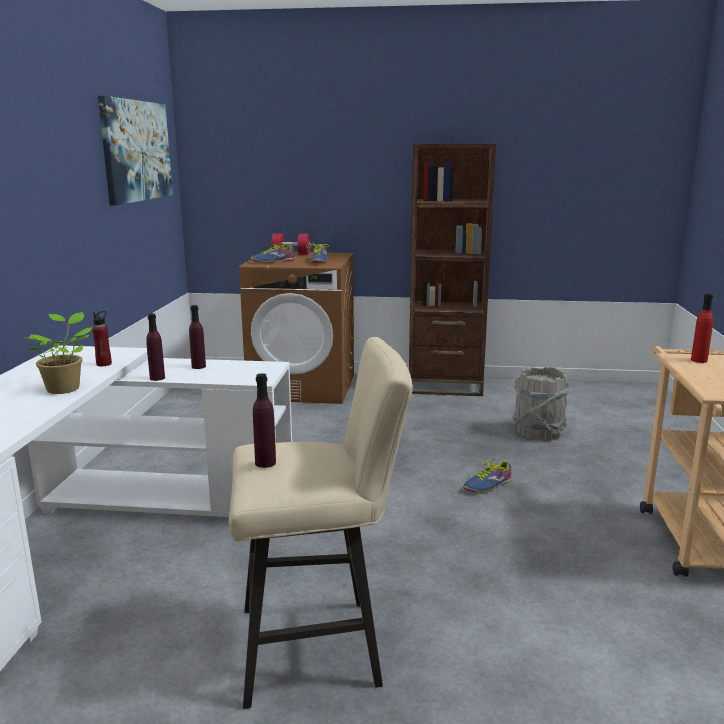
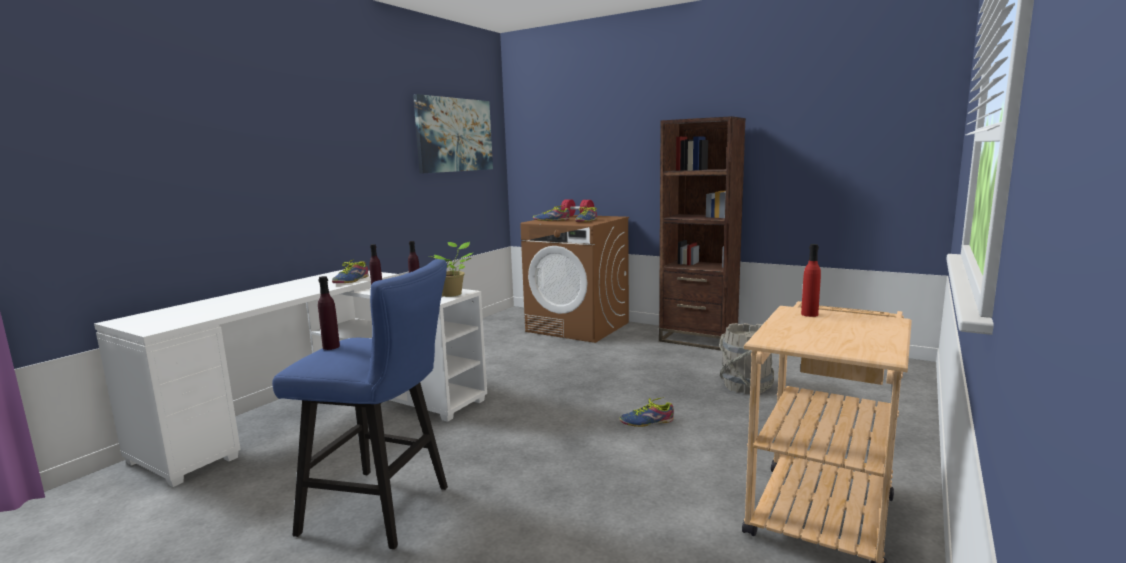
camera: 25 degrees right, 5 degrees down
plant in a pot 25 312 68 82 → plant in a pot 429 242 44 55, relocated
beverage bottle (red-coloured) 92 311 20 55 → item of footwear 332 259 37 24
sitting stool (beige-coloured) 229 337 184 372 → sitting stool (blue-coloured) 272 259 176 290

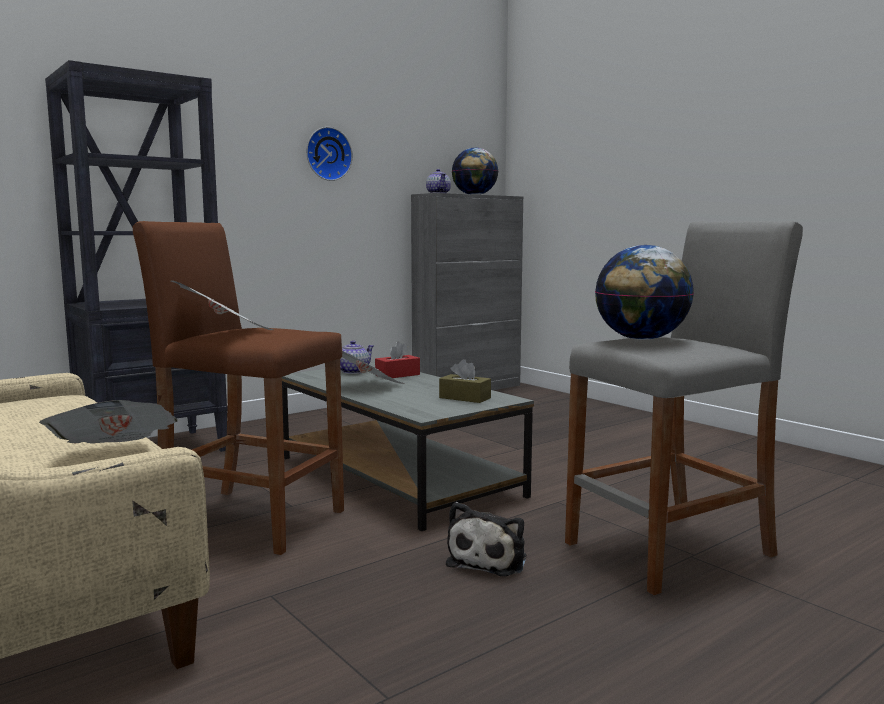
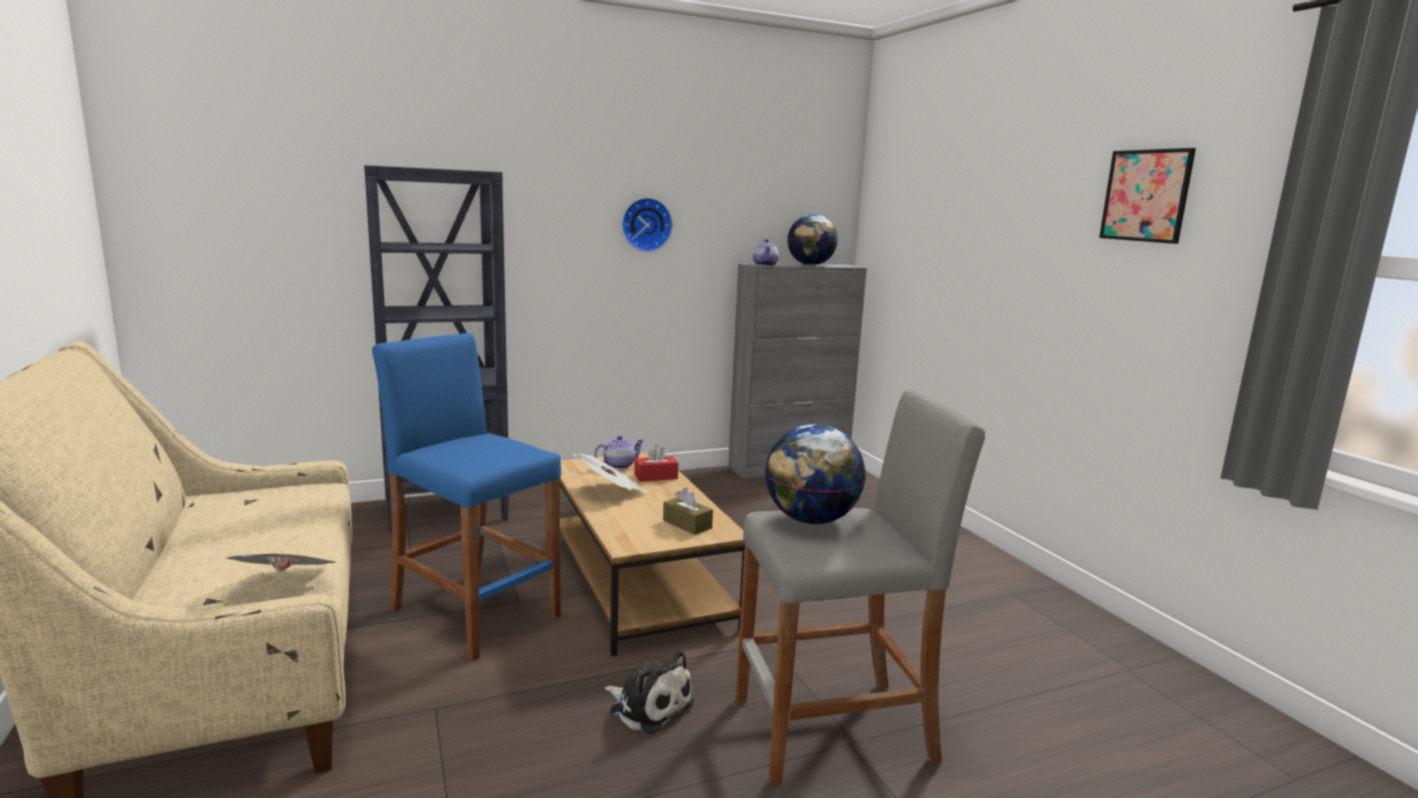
camera: 15 degrees right, 5 degrees up
sitting stool (brown-coloured) 133 221 211 334 → sitting stool (blue-coloured) 372 333 189 328
printed paper 171 281 103 49 → -
low table (greyish) 282 362 252 169 → low table (brown-coloured) 559 452 186 204
cuddly toy 446 502 80 74 → cuddly toy 604 650 90 84, 90 degrees counterclockwise
- → wall picture 1099 148 97 96

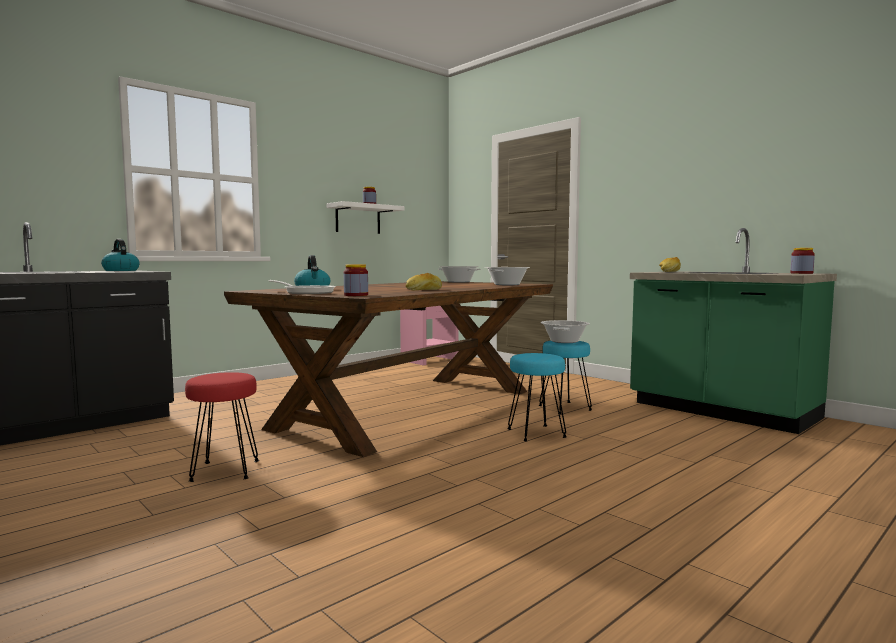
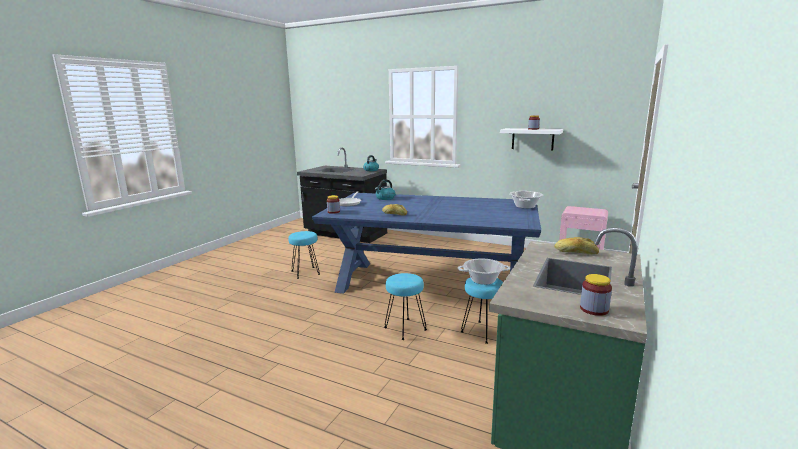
camera: 70 degrees right, 10 degrees up
sitting stool (red-coloured) 185 372 74 110 → sitting stool (blue-green) 288 231 32 48
dining table (brown-coloured) 224 281 329 176 → dining table (blue-coloured) 312 193 229 101
saucepot 485 267 45 18 → -

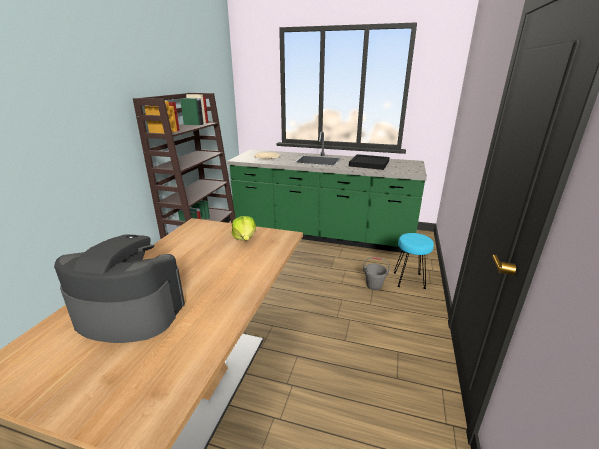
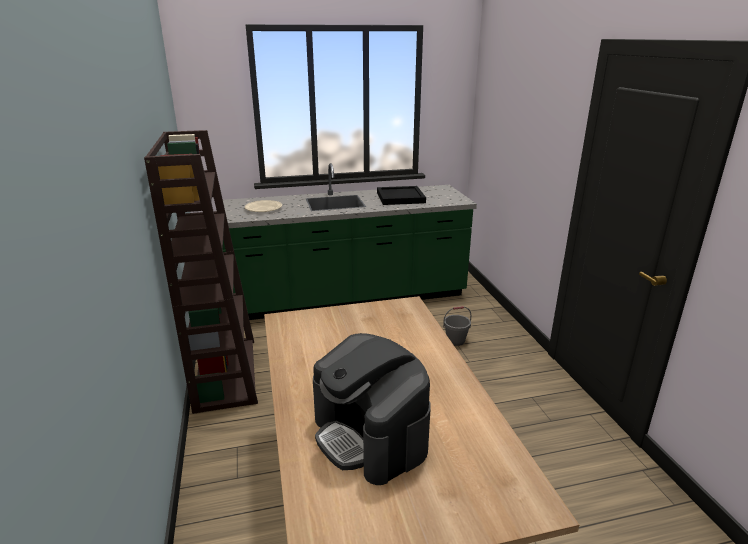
camera: 30 degrees left, 0 degrees up
coffee machine 54 235 131 108 → coffee machine 313 333 118 152, 105 degrees counterclockwise
lettuce 232 216 24 25 → -
sitting stool (blue-green) 394 233 40 56 → -

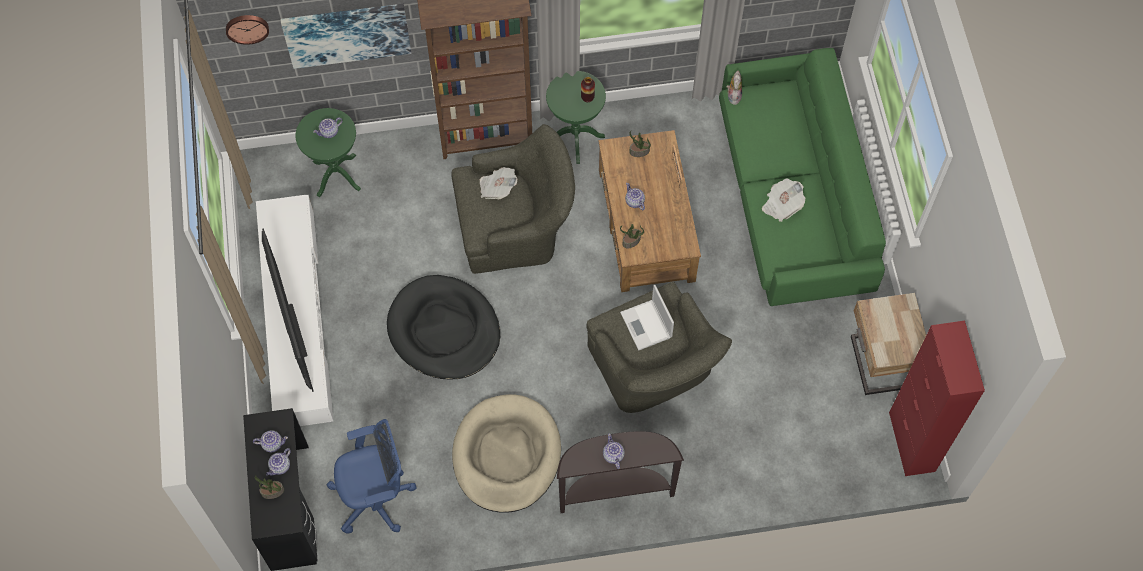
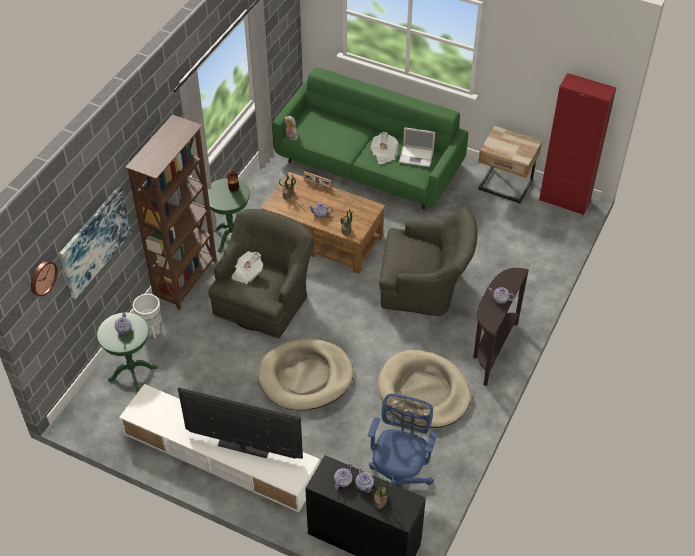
camera: 55 degrees left, 15 degrees down
dog cushion (blackish) 387 275 113 105 → dog cushion (beige-coloured) 257 339 96 71
portable computer 620 284 54 66 → portable computer 399 127 36 40, relocated
- → flower pot (whitish) 133 294 28 44

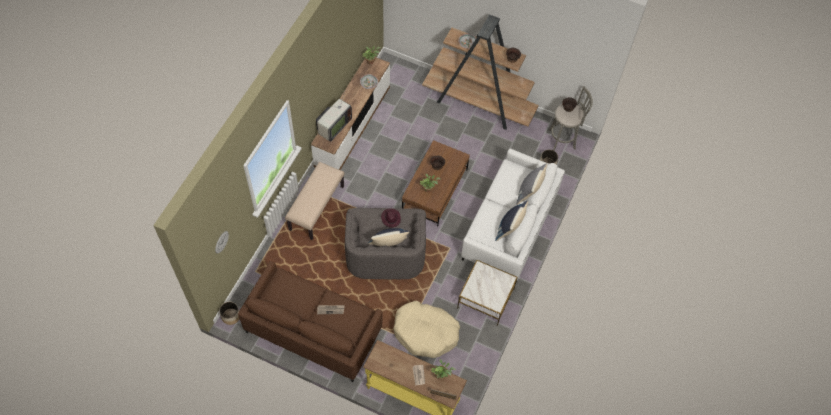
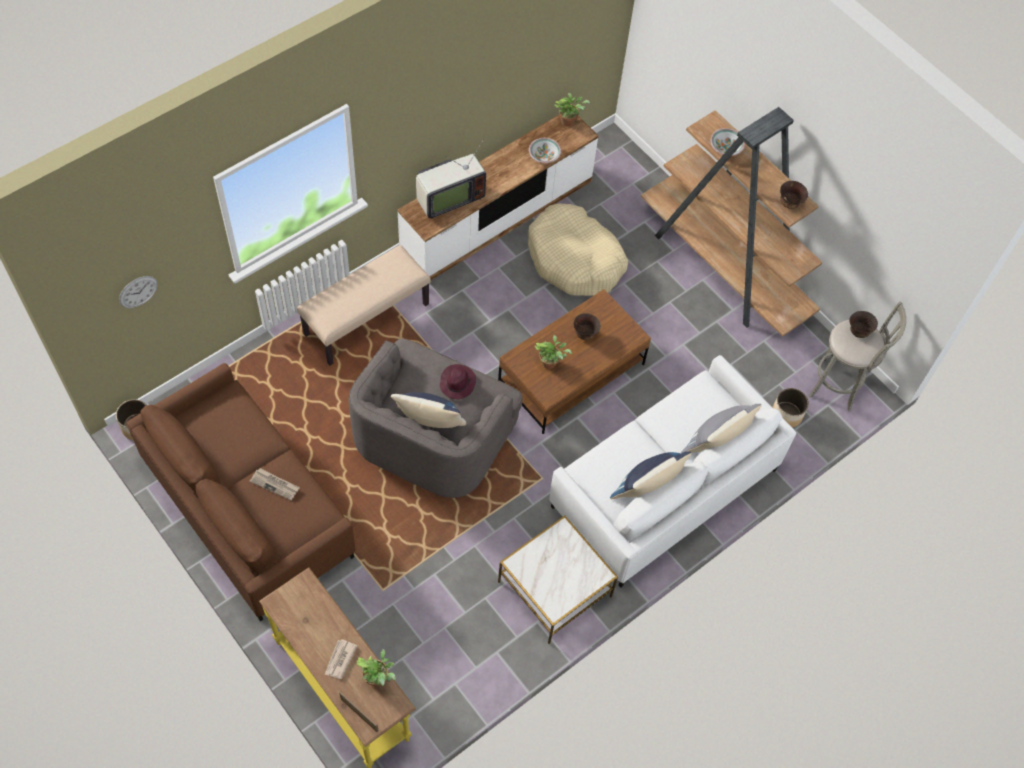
camera: 25 degrees right, 0 degrees up
dog cushion (beige-coloured) 394 301 66 57 → dog cushion (beige-coloured) 528 204 100 92, relocated

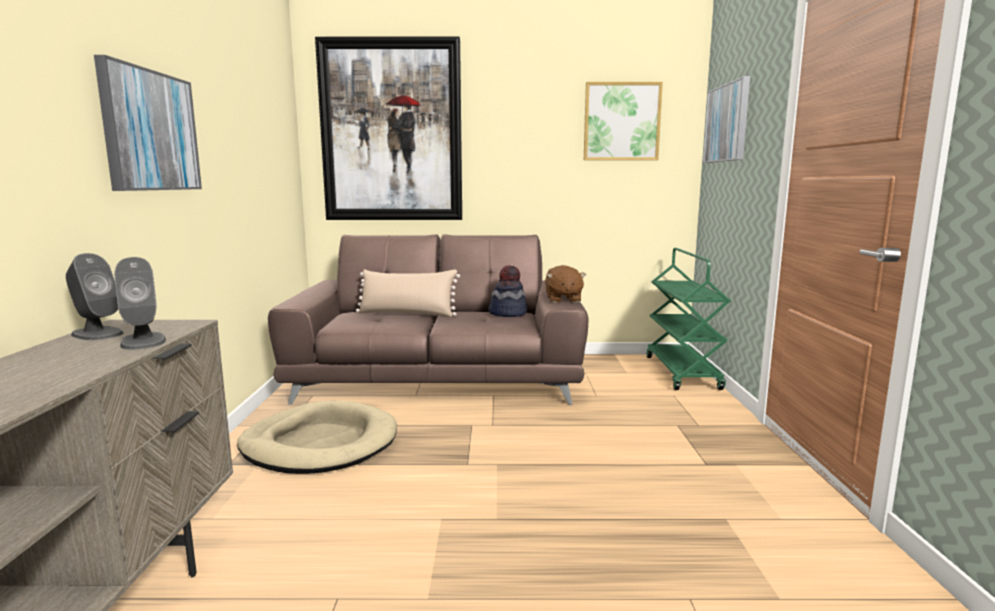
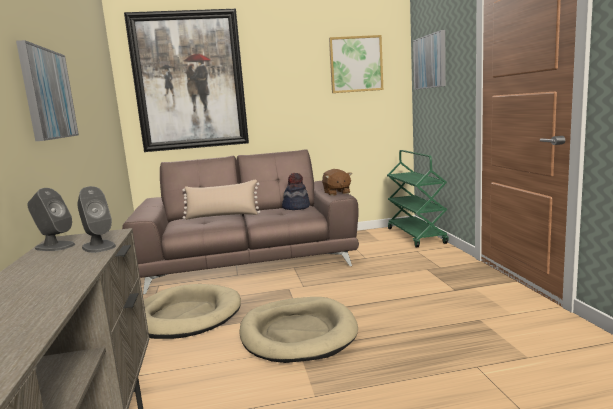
camera: 10 degrees left, 0 degrees up
- → dog cushion (beige-coloured) 239 297 119 66

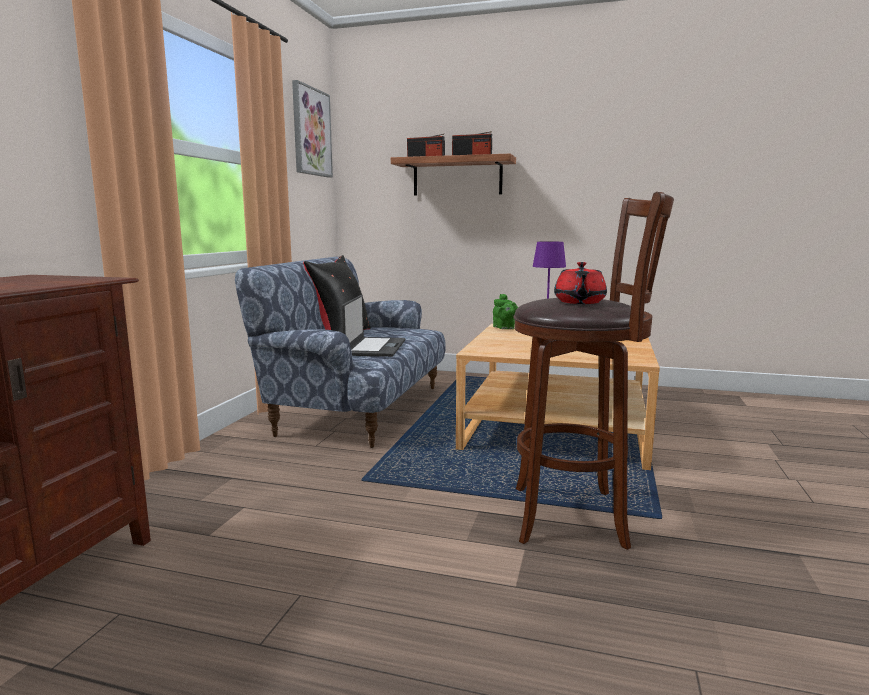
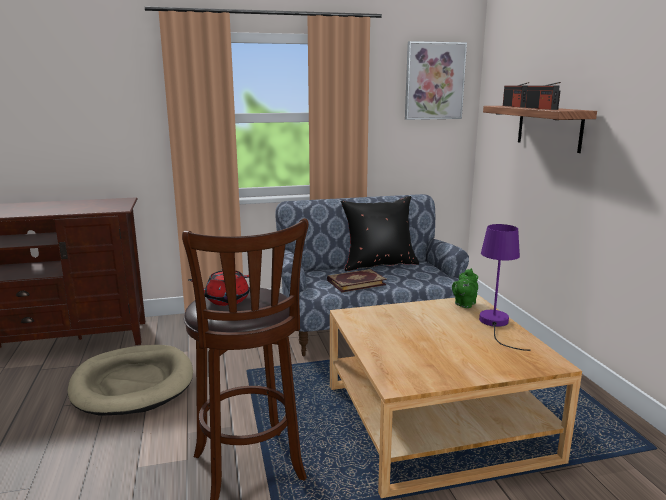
camera: 60 degrees right, 5 degrees up
portable computer 341 295 64 62 → book 327 269 60 23
- → dog cushion (beige-coloured) 68 345 125 71

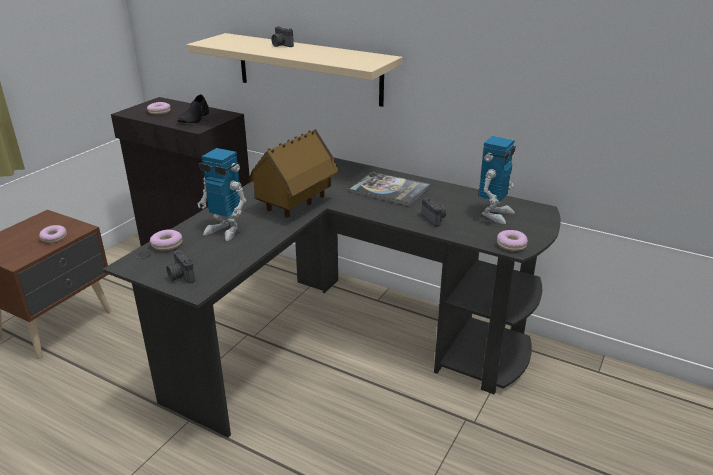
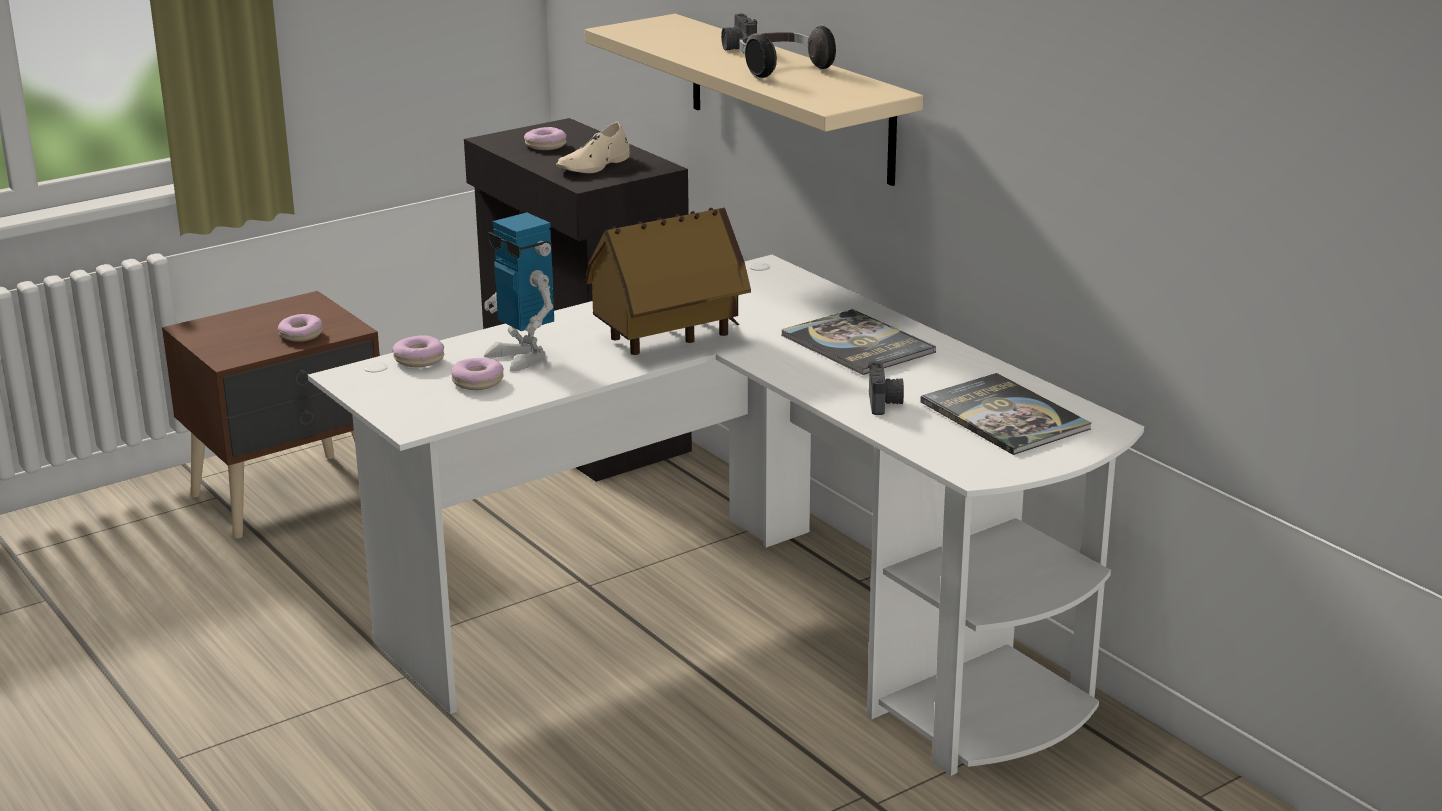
camera: 25 degrees right, 5 degrees down
desk table (blackish) 103 157 458 281 → desk table (whitish) 308 255 836 521
photo camera 167 250 28 33 → -
item of footwear (blackish) 178 94 31 29 → item of footwear (beige-coloured) 556 122 74 51
model robot 479 136 37 88 → book 920 373 171 82
donut 497 230 31 21 → donut 451 358 53 32, relocated
- → headset 739 24 97 55

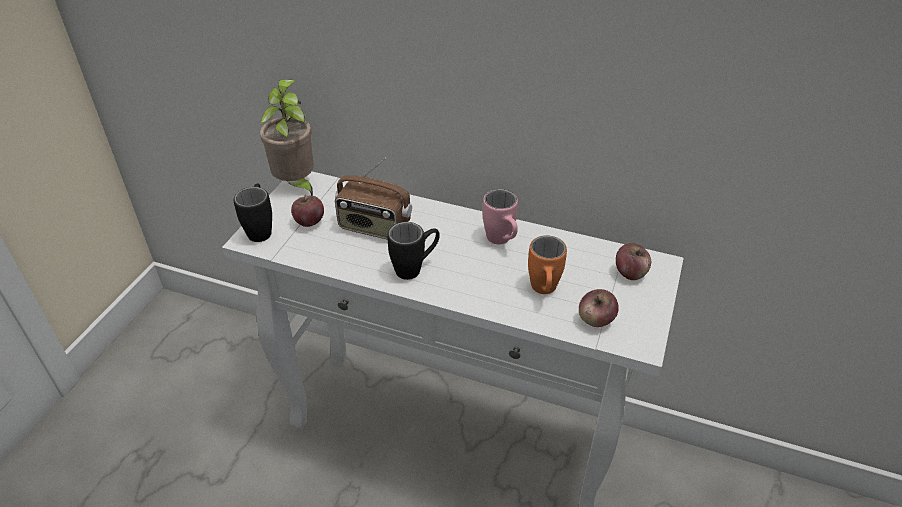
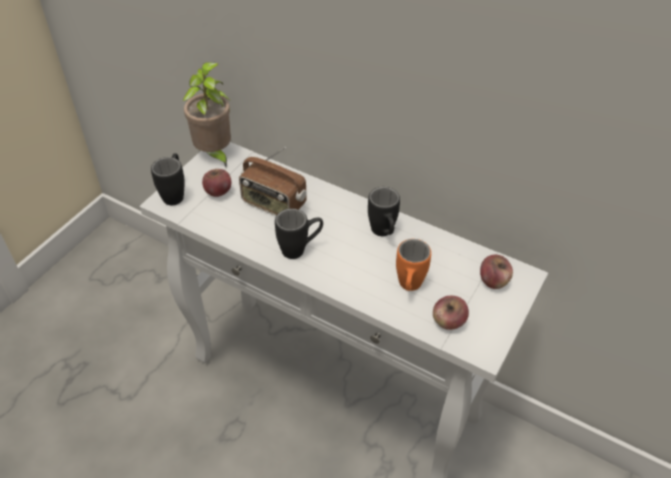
camera: 10 degrees right, 5 degrees up
mug (pinkish) 483 189 35 55 → mug (blackish) 368 187 32 49

